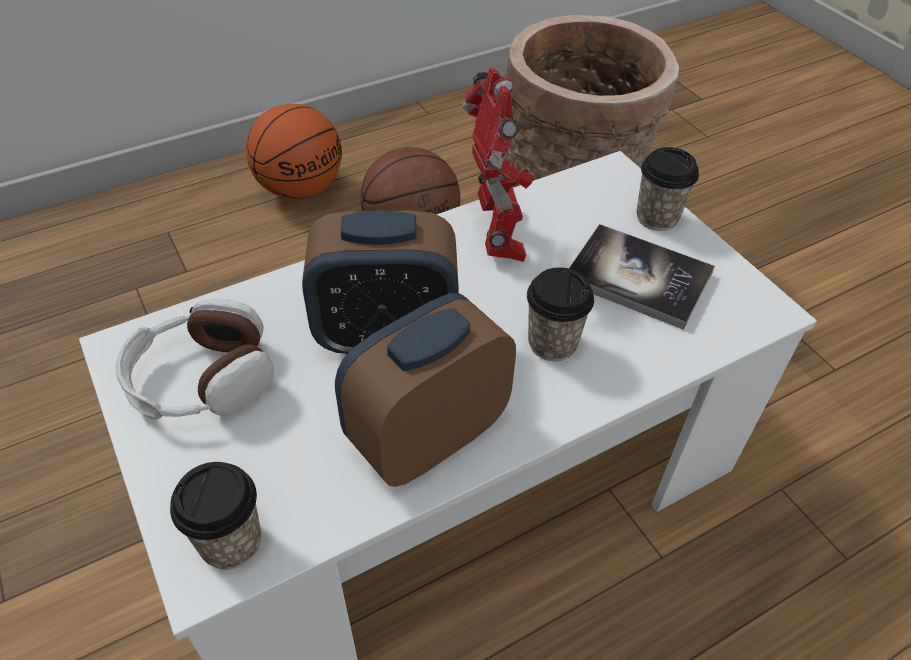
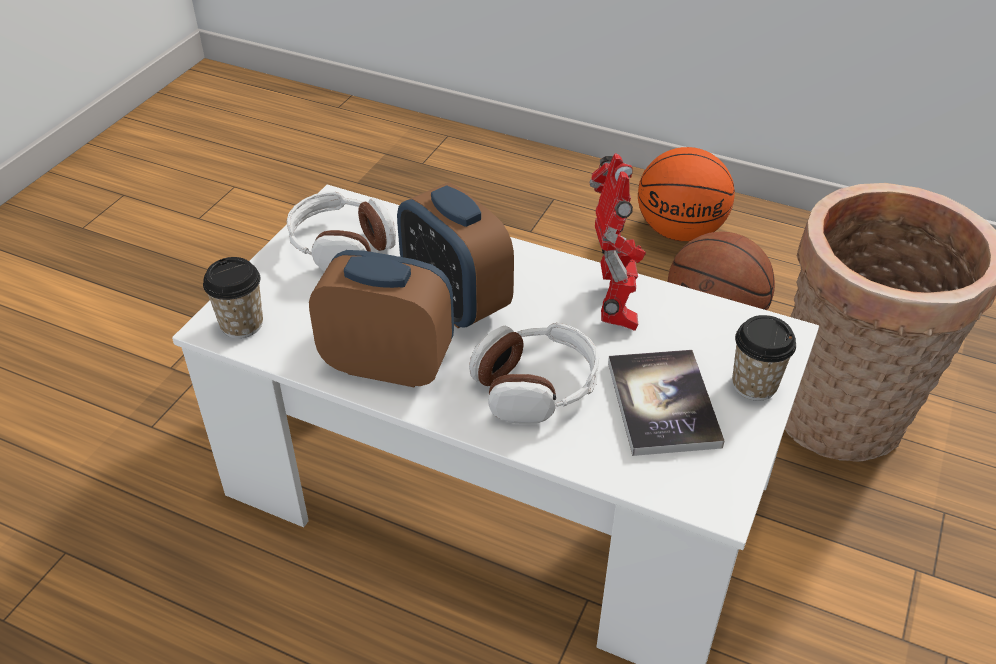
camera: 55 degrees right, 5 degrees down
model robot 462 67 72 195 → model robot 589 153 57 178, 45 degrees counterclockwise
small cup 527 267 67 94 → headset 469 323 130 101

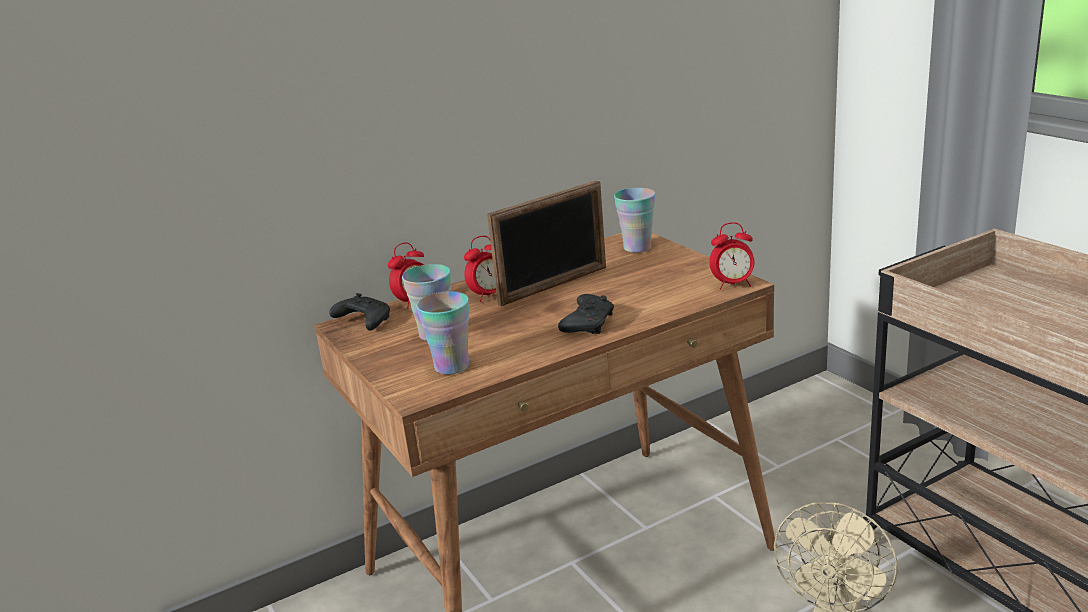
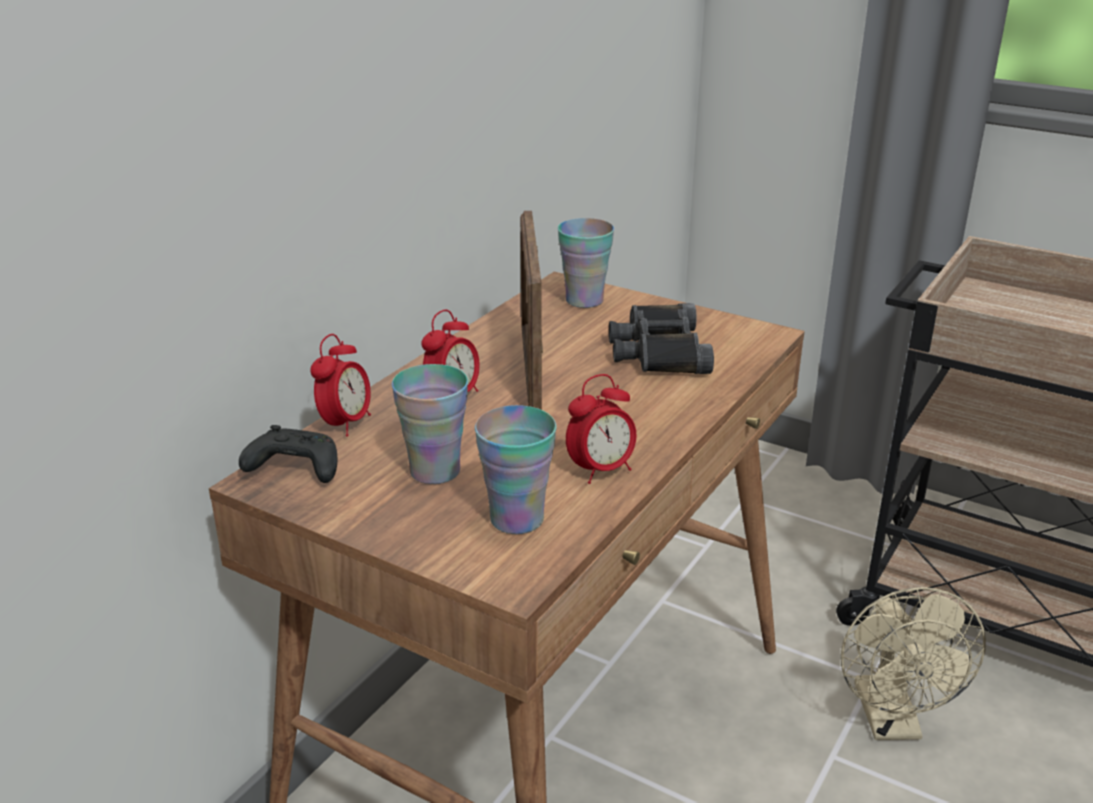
camera: 30 degrees left, 5 degrees up
photo frame 487 180 119 126 → photo frame 520 211 23 199, 150 degrees clockwise
gamepad (blackish) 558 294 56 40 → -
bedside clock 709 222 45 68 → bedside clock 566 374 70 110, relocated
- → pair of binoculars (blackish) 609 303 105 71

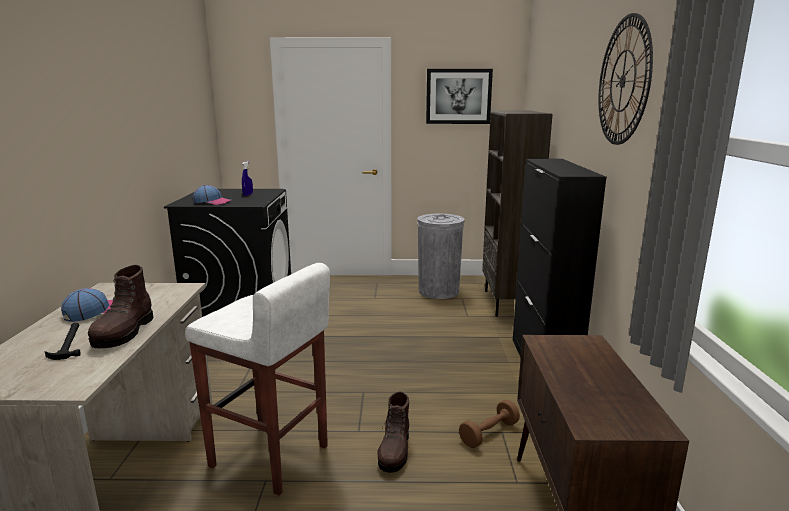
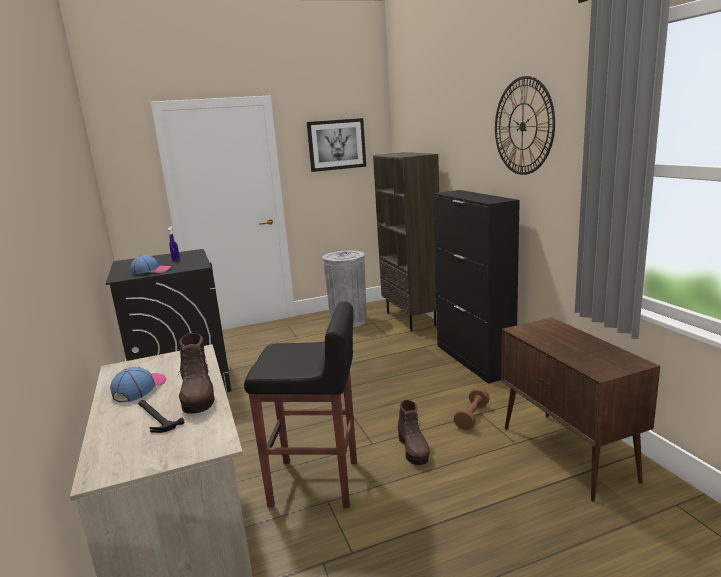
camera: 20 degrees left, 0 degrees up
sitting stool (whitish) 185 263 145 233 → sitting stool (blackish) 244 302 113 206

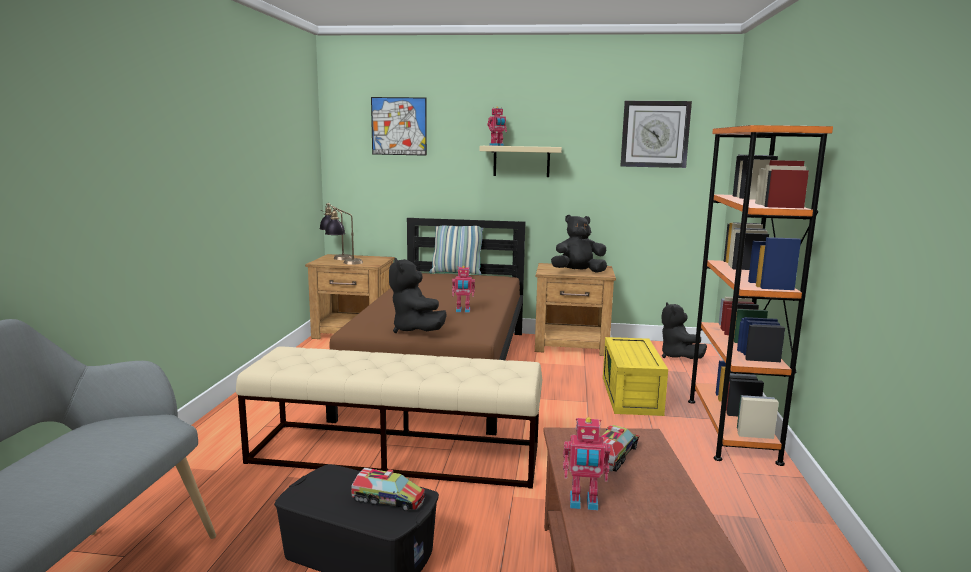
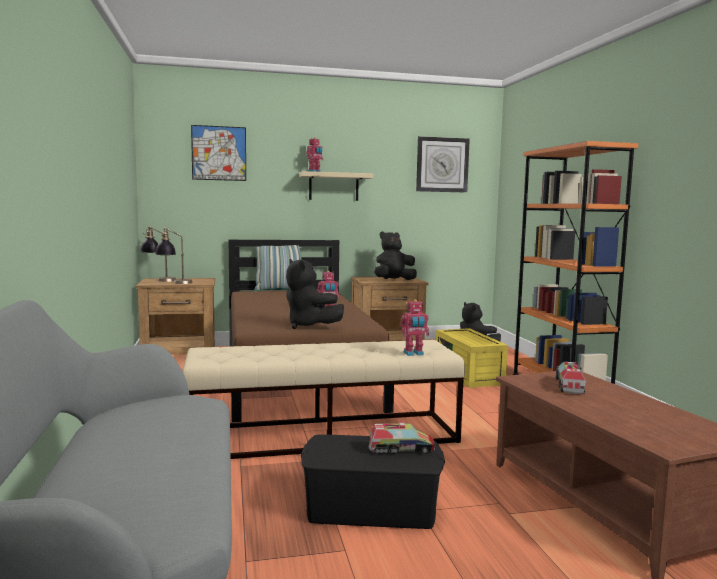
camera: 20 degrees left, 5 degrees down
model robot 563 417 47 93 → model robot 400 299 29 57, relocated

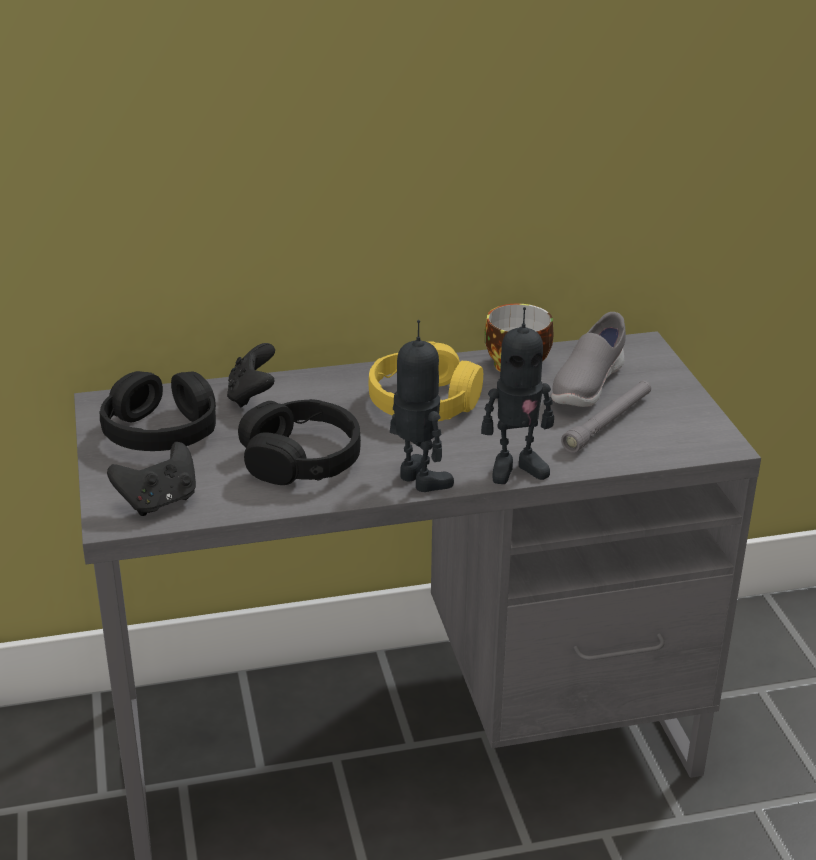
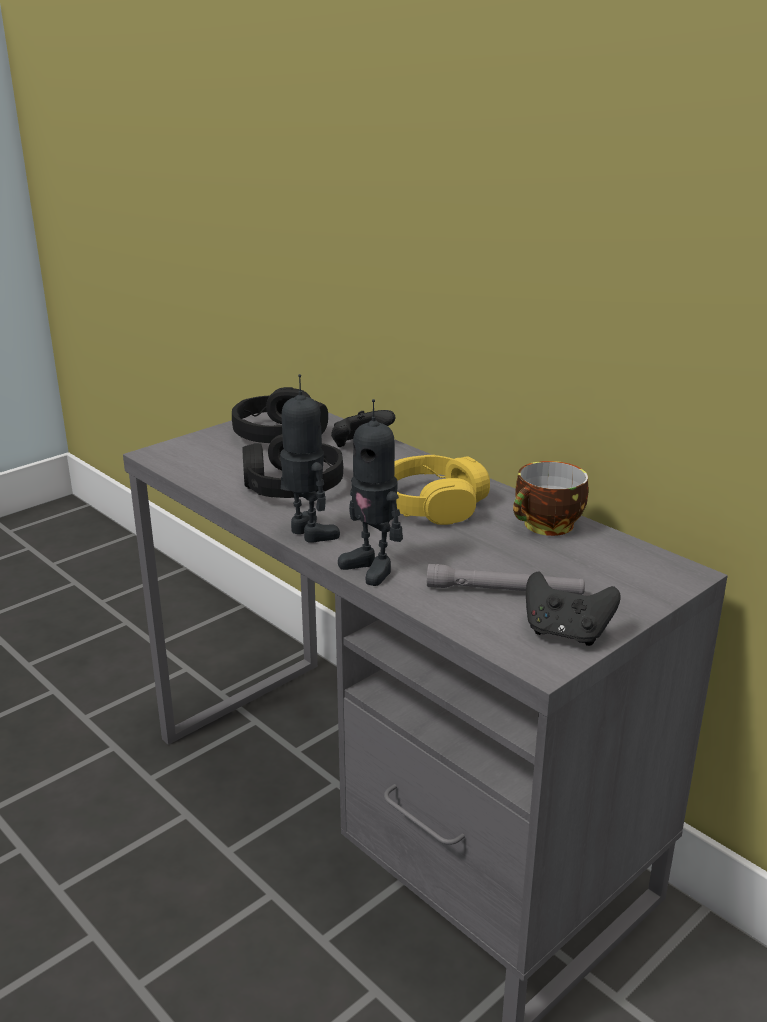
camera: 60 degrees right, 5 degrees down
gamepad (blackish) 107 442 89 74 → gamepad (blackish) 526 571 95 75, relocated
model robot 390 320 64 172 → model robot 280 374 60 169, 60 degrees counterclockwise
item of footwear (greyish) 551 312 75 95 → -

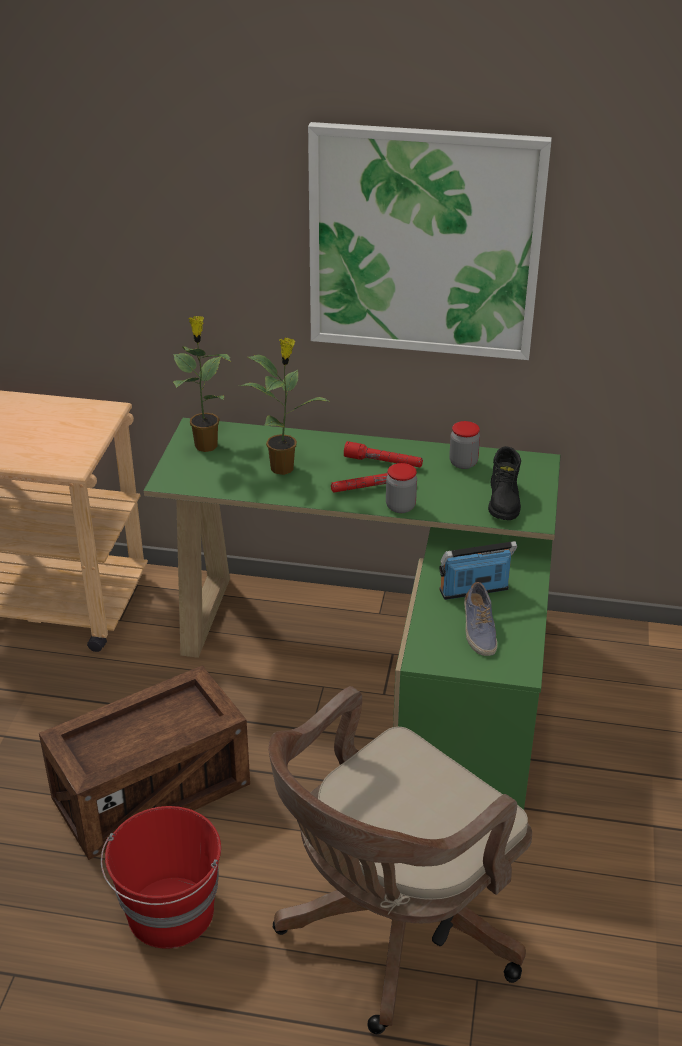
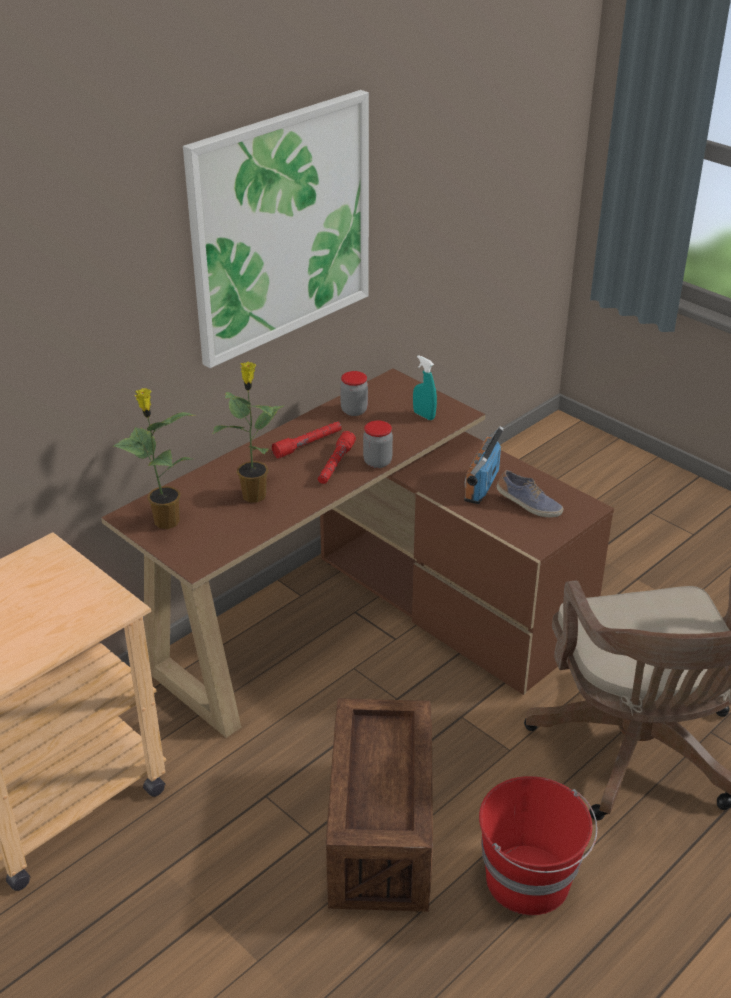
camera: 55 degrees left, 0 degrees up
desk table (green-coloured) 144 418 417 392 → desk table (brown-coloured) 101 369 513 369
boot (blackish) 488 446 33 74 → spray bottle (blue-green) 413 355 24 65

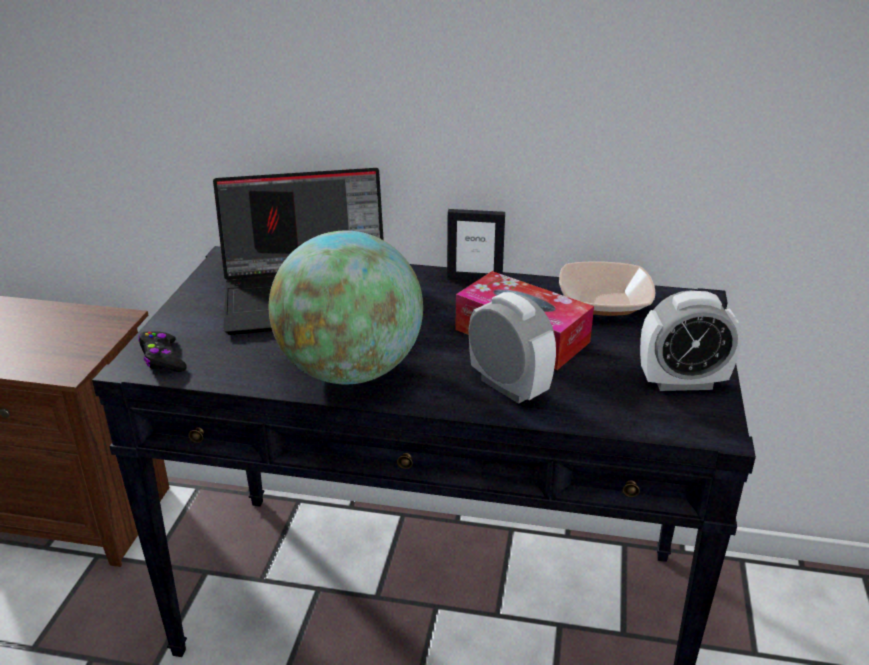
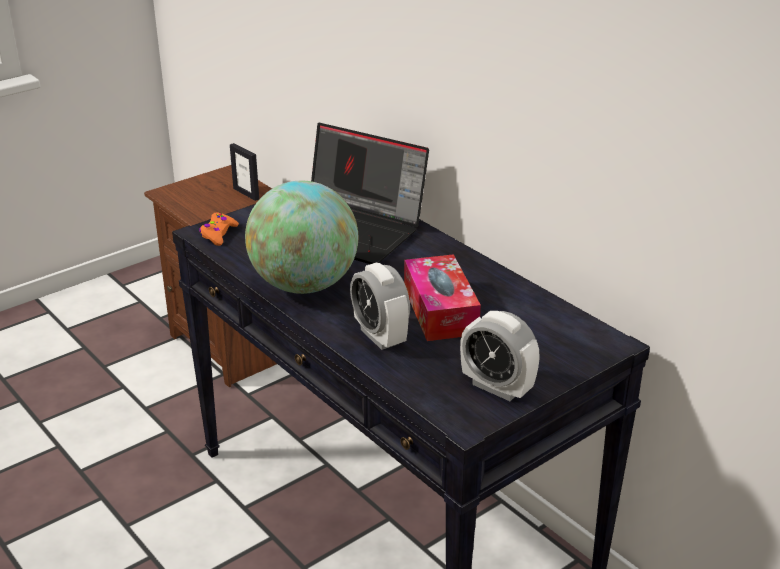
camera: 40 degrees right, 0 degrees up
gamepad (blackish) 138 331 49 41 → gamepad (orangey) 199 212 40 34
photo frame 447 209 58 72 → photo frame 230 143 29 58, relocated
bedside clock 469 292 87 112 → bedside clock 350 263 60 87, 150 degrees clockwise
deep dish 559 261 96 55 → -

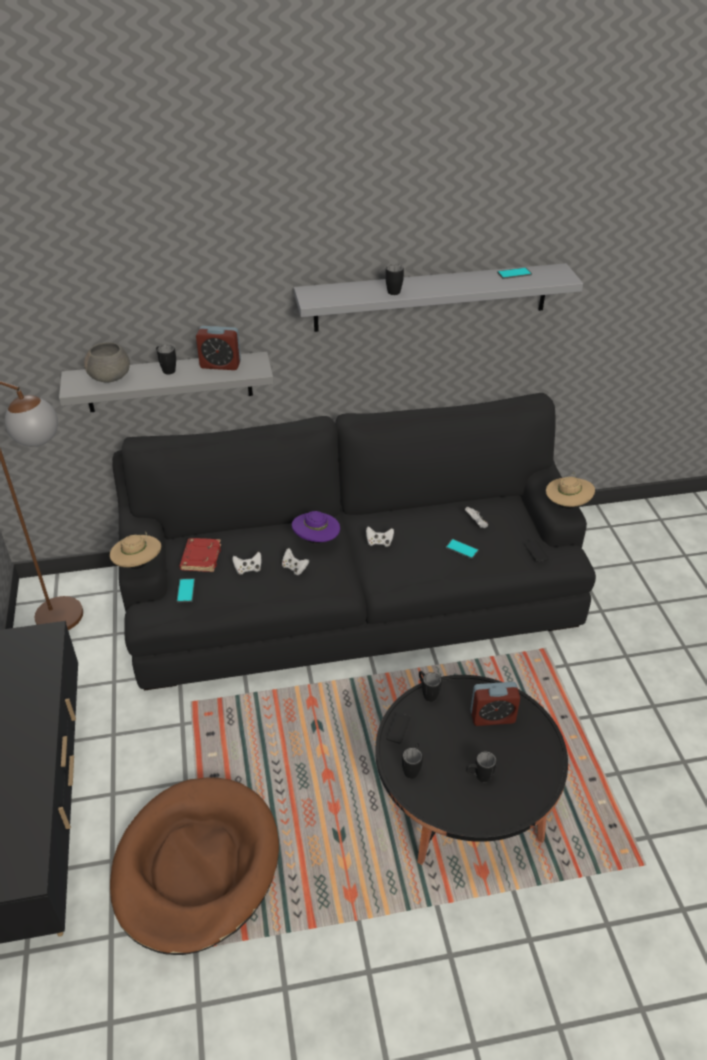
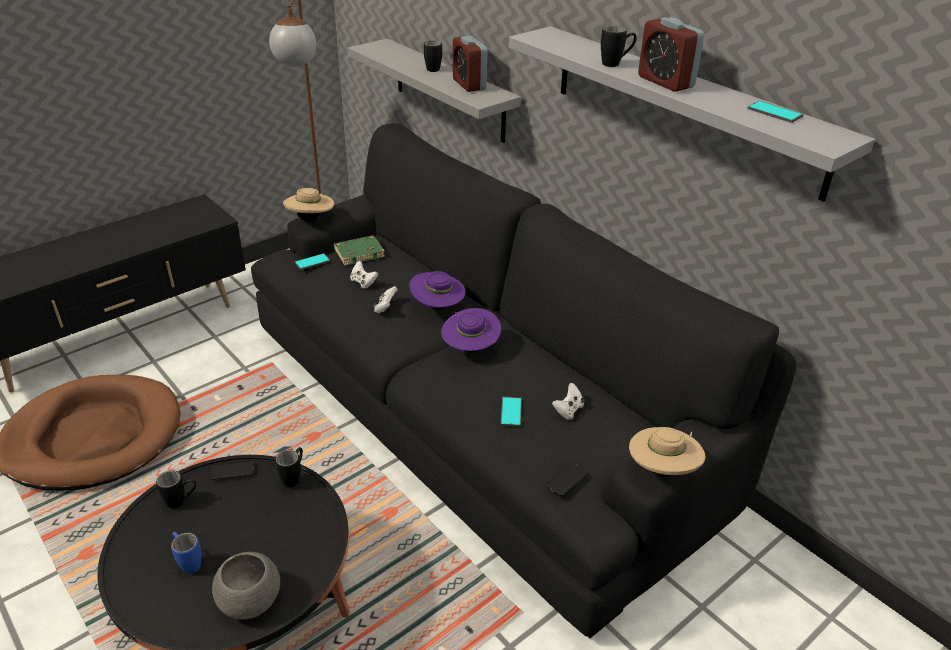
camera: 60 degrees right, 5 degrees down
deep dish (greyish) 84 342 46 41 → deep dish (greyish) 212 552 68 68, relocated
book (red-coloured) 180 538 41 34 → book (green-coloured) 334 235 51 31
gamepad (whitish) 366 527 28 20 → hat (purple-coloured) 441 308 60 45
mug (blackish) 466 751 31 31 → mug (blue-coloured) 171 532 30 42
bedside clock 471 682 49 44 → bedside clock 638 17 66 75, relocated

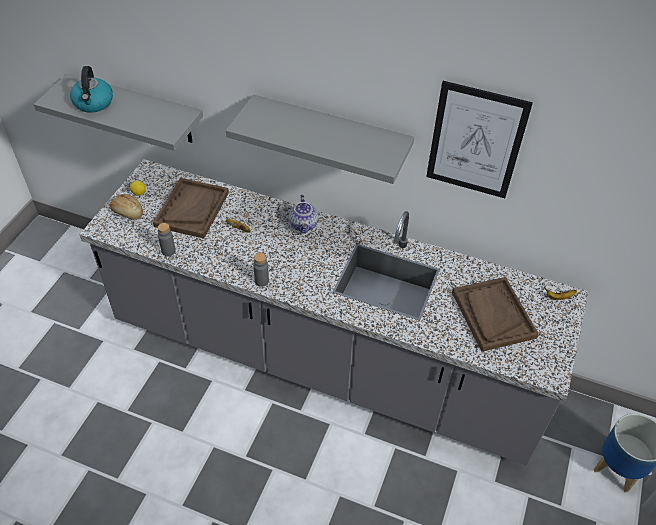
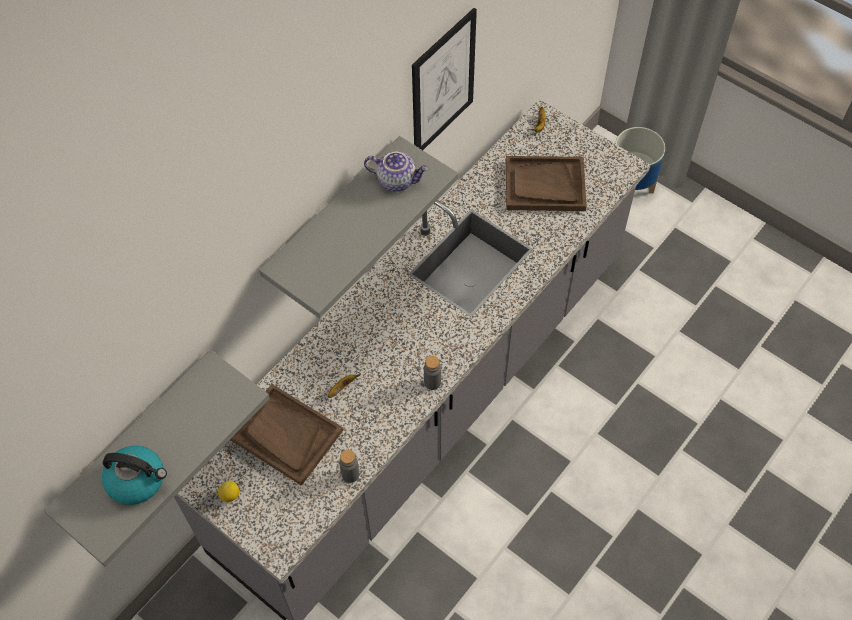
camera: 70 degrees left, 10 degrees up
bakery bread 110 194 33 26 → -
pot for tea 289 195 29 39 → pot for tea 364 151 64 41, relocated

